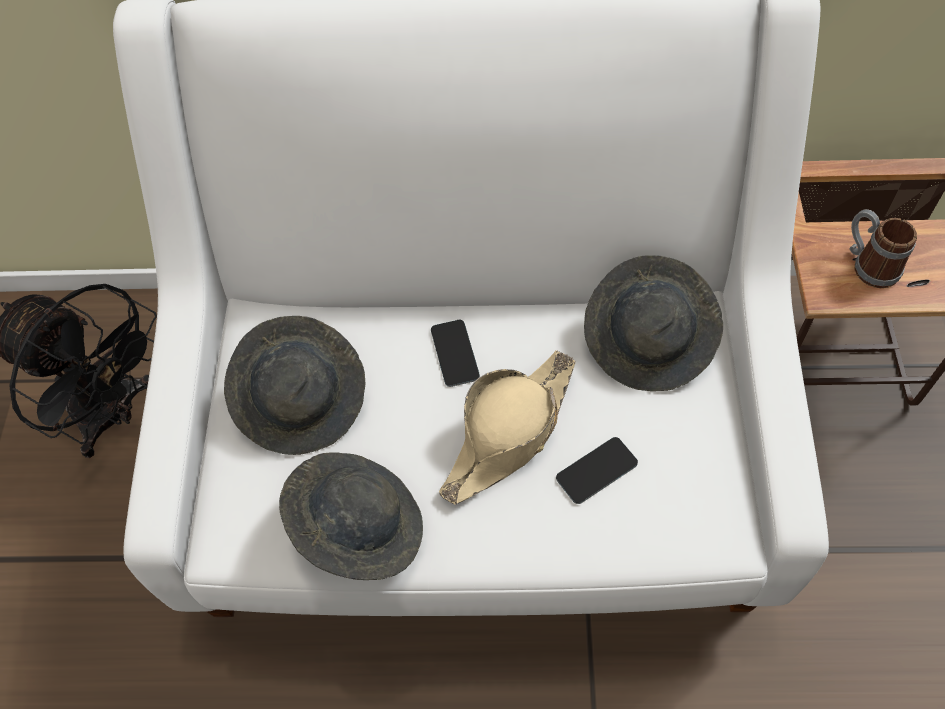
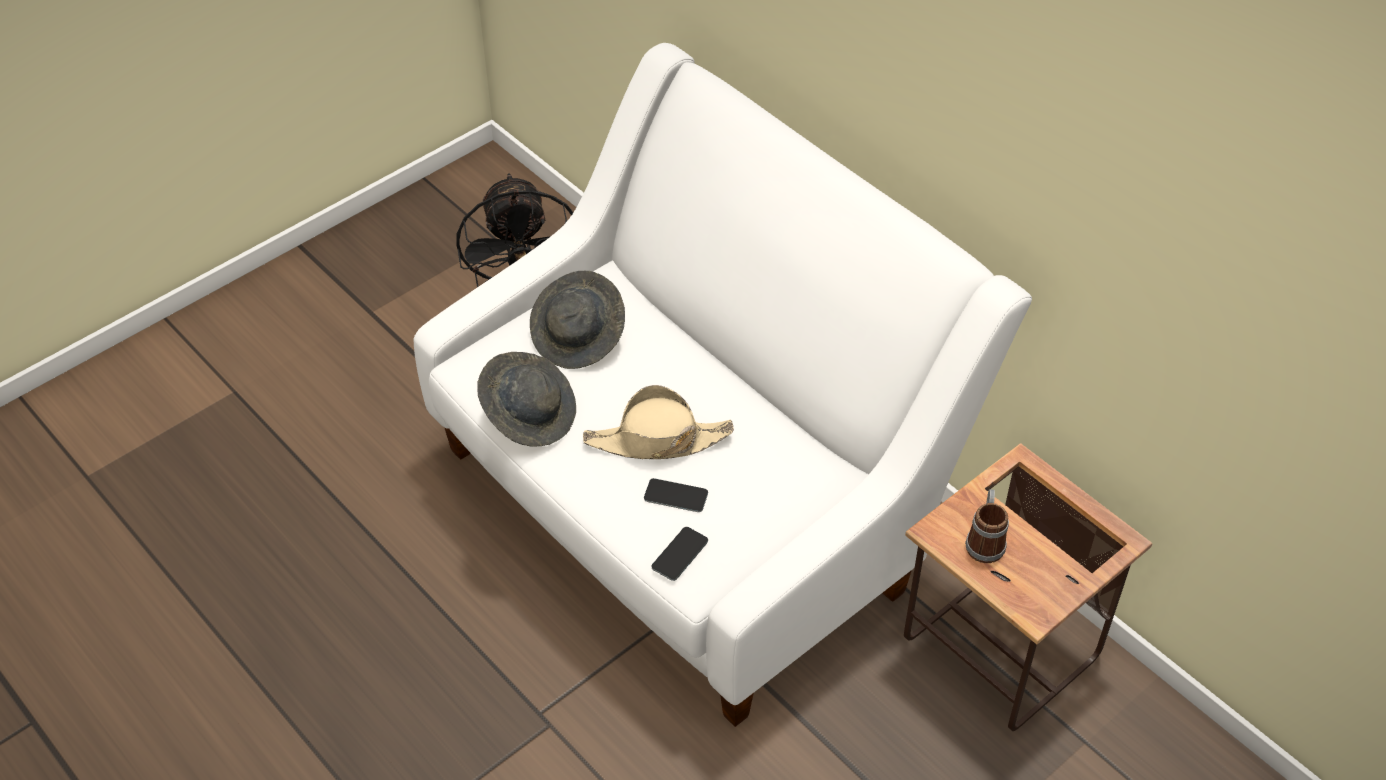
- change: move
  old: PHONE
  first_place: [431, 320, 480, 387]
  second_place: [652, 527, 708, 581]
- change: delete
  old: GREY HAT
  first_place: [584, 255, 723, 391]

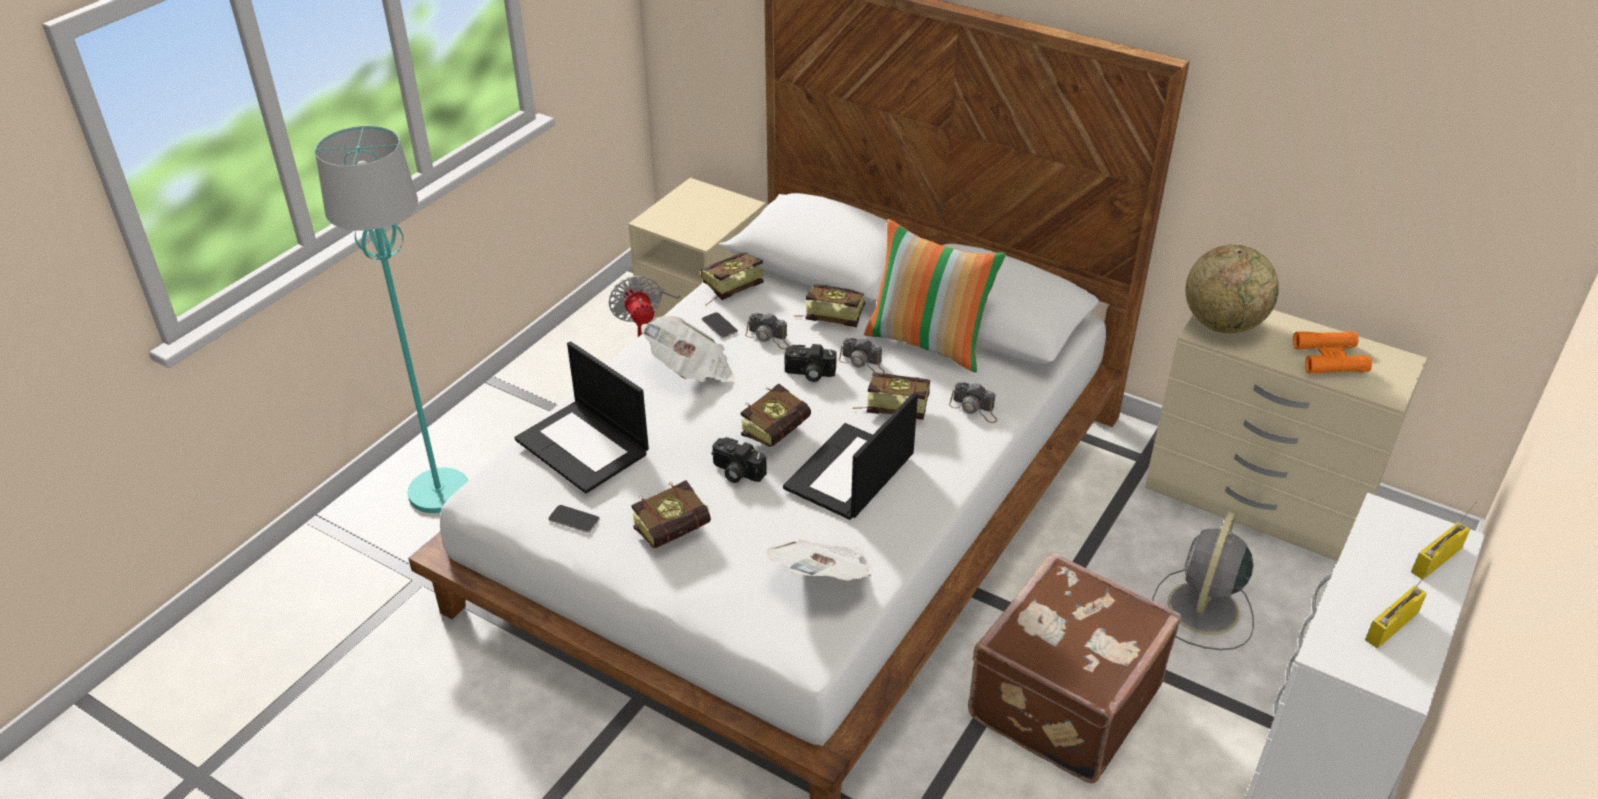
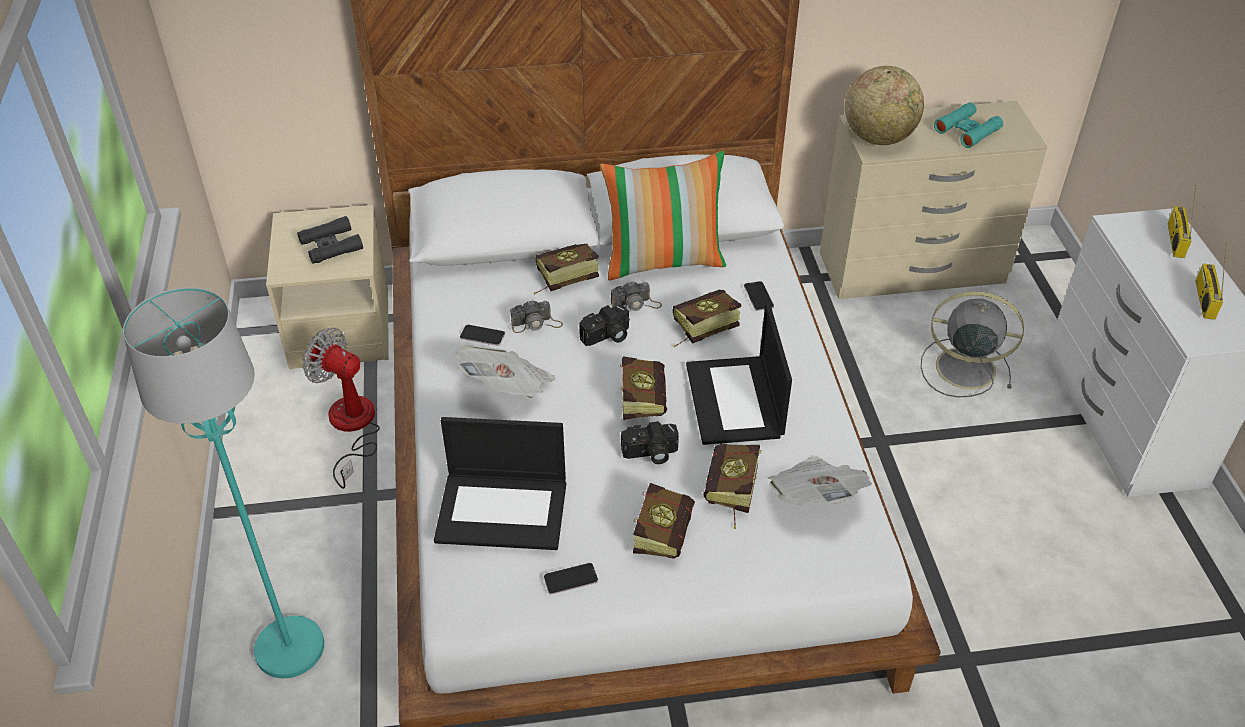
- change: move
  old: BOOK
  first_place: [701, 252, 764, 305]
  second_place: [703, 444, 761, 529]
- change: replace
  old: PHOTO CAMERA
  new: PHONE
  first_place: [949, 382, 997, 423]
  second_place: [744, 281, 774, 311]
- change: delete
  old: BROWN SUITCASE
  first_place: [968, 552, 1181, 784]
- change: rotate
  old: GREY FAN
  first_place: [1153, 512, 1254, 650]
  second_place: [921, 291, 1024, 397]
  degrees: 120
- change: recolor
  old: ORANGE BINOCULARS
  new: TURQUOISE BINOCULARS
  first_place: [1293, 331, 1372, 373]
  second_place: [934, 102, 1003, 148]
- change: insert
  new: BLACK BINOCULARS
  second_place: [297, 216, 363, 264]

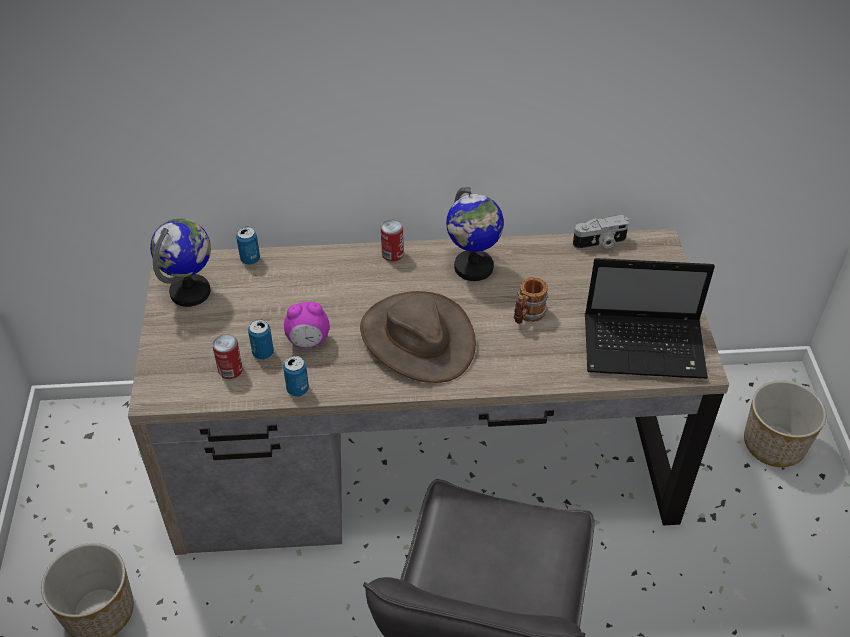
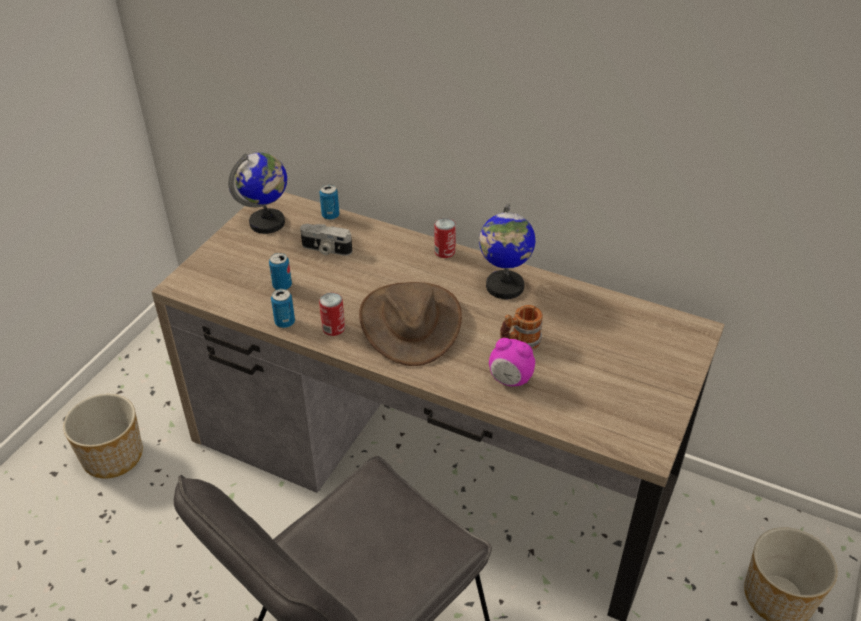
- change: move
  old: CAN
  first_place: [212, 334, 243, 379]
  second_place: [319, 292, 345, 336]
- change: move
  old: ALARM CLOCK
  first_place: [284, 302, 329, 348]
  second_place: [489, 338, 535, 386]
- change: move
  old: PHOTO CAMERA
  first_place: [573, 215, 629, 249]
  second_place: [300, 224, 352, 256]
- change: delete
  old: LAPTOP
  first_place: [585, 258, 715, 379]

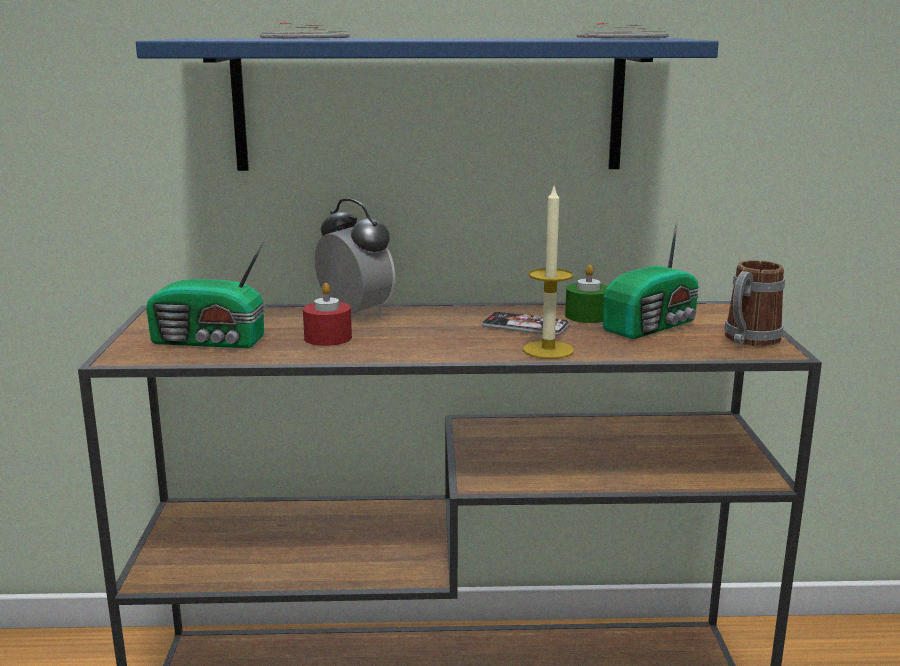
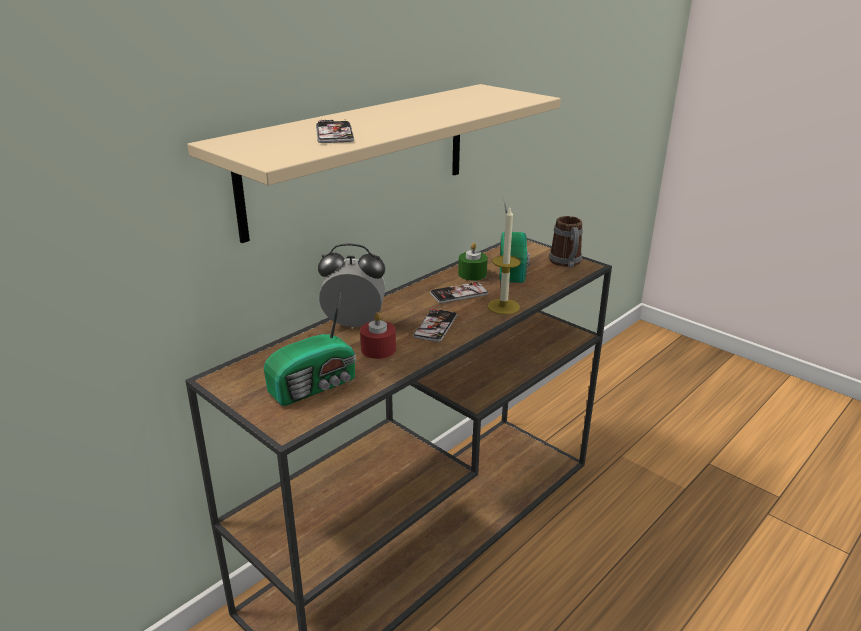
- change: recolor
  old: BLUE SHELF
  new: BEIGE SHELF
  first_place: [136, 38, 719, 171]
  second_place: [187, 84, 561, 243]
- change: move
  old: PHONE
  first_place: [576, 22, 669, 38]
  second_place: [413, 309, 457, 342]

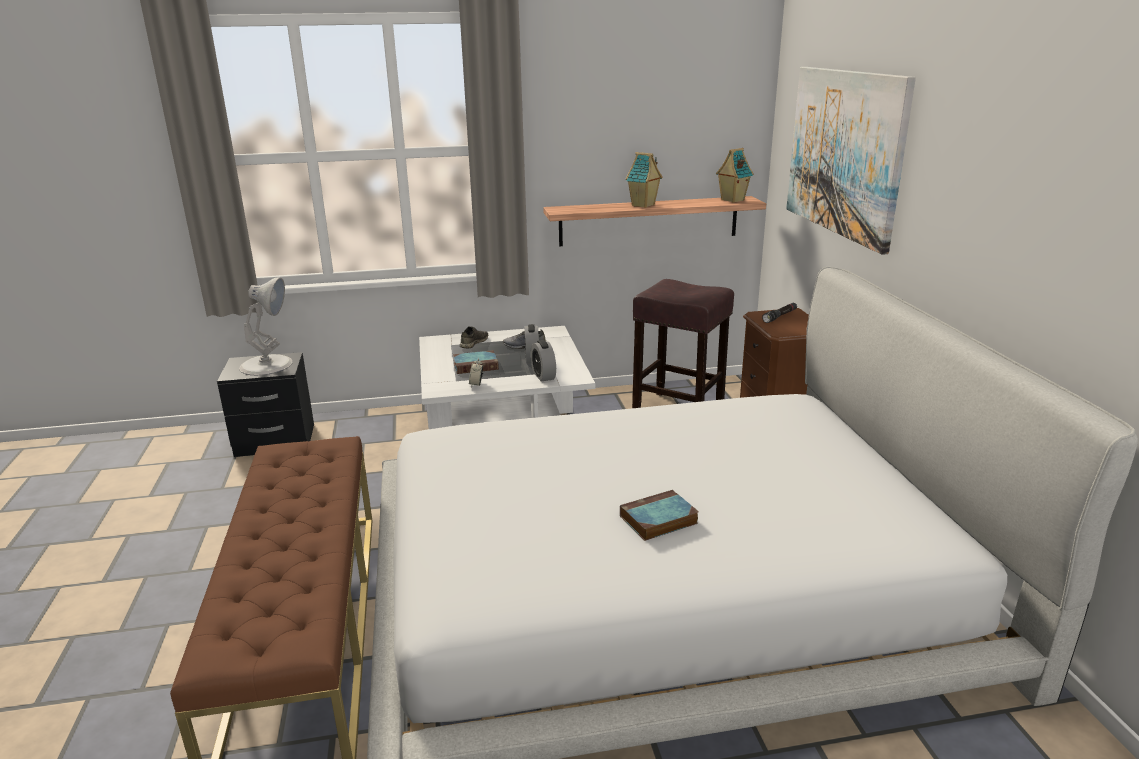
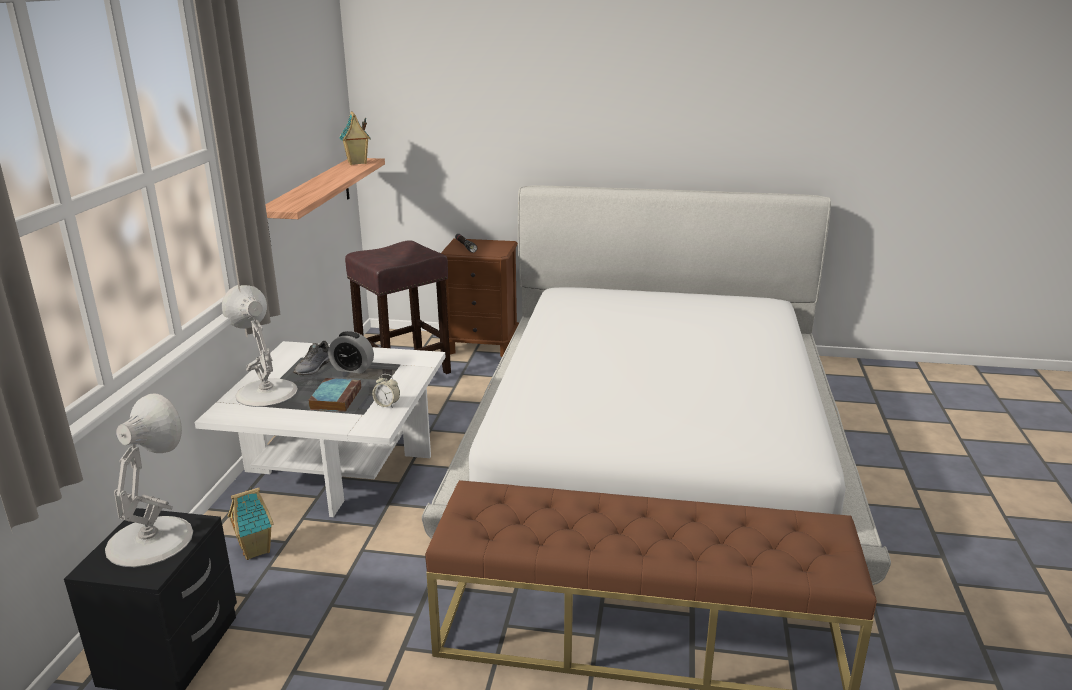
- change: replace
  old: GREY SHOE
  new: WHITE TABLE LAMP
  first_place: [460, 326, 488, 349]
  second_place: [222, 285, 298, 407]
- change: delete
  old: ALARM CLOCK
  first_place: [530, 340, 556, 382]
- change: delete
  old: BOOK
  first_place: [620, 490, 699, 541]
- change: move
  old: TOY HOUSE
  first_place: [626, 152, 663, 208]
  second_place: [228, 487, 274, 560]
- change: delete
  old: PICTURE
  first_place: [786, 67, 916, 255]

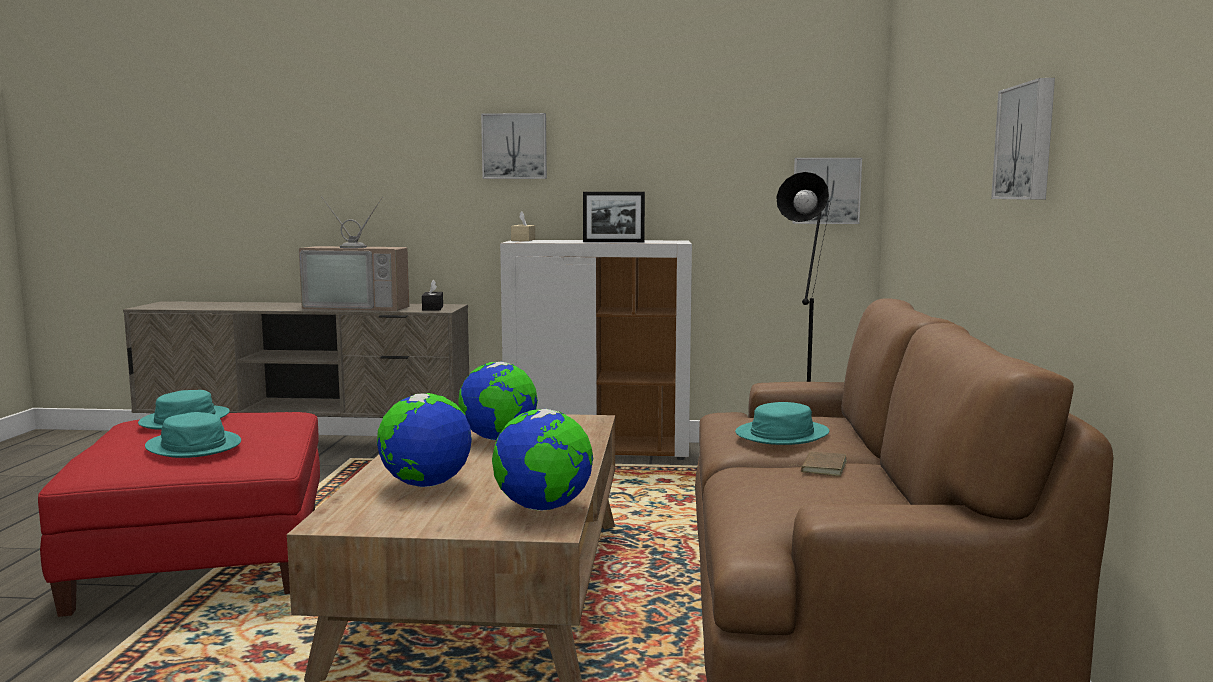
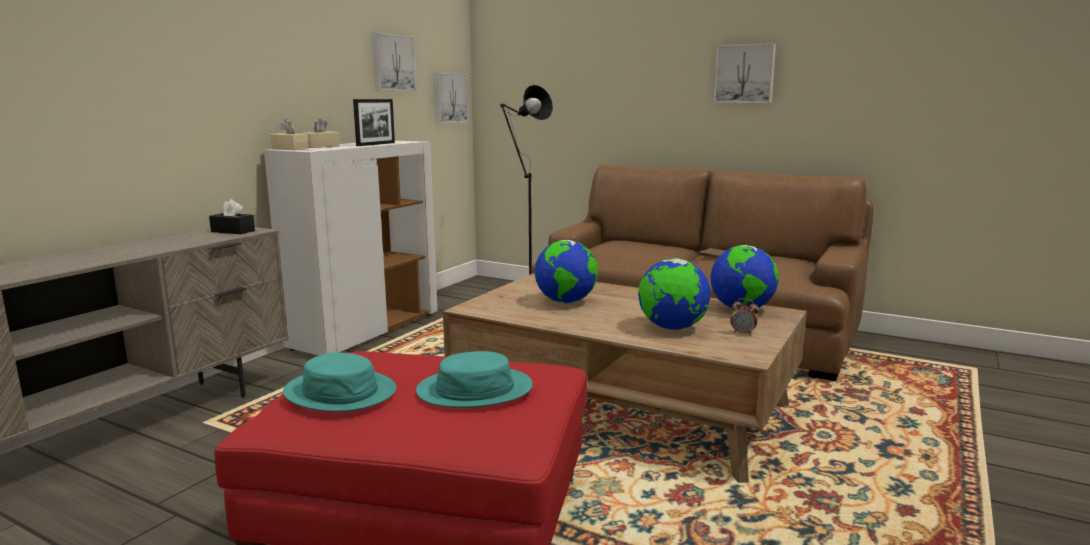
- change: delete
  old: TELEVISION
  first_place: [299, 196, 409, 311]
- change: move
  old: PICTURE
  first_place: [481, 113, 547, 179]
  second_place: [372, 33, 416, 91]
- change: delete
  old: TURQUOISE HAT
  first_place: [735, 402, 829, 445]
- change: insert
  new: BEIGE TISSUE BOX
  second_place: [301, 118, 340, 148]
- change: insert
  new: ALARM CLOCK
  second_place: [730, 298, 759, 336]

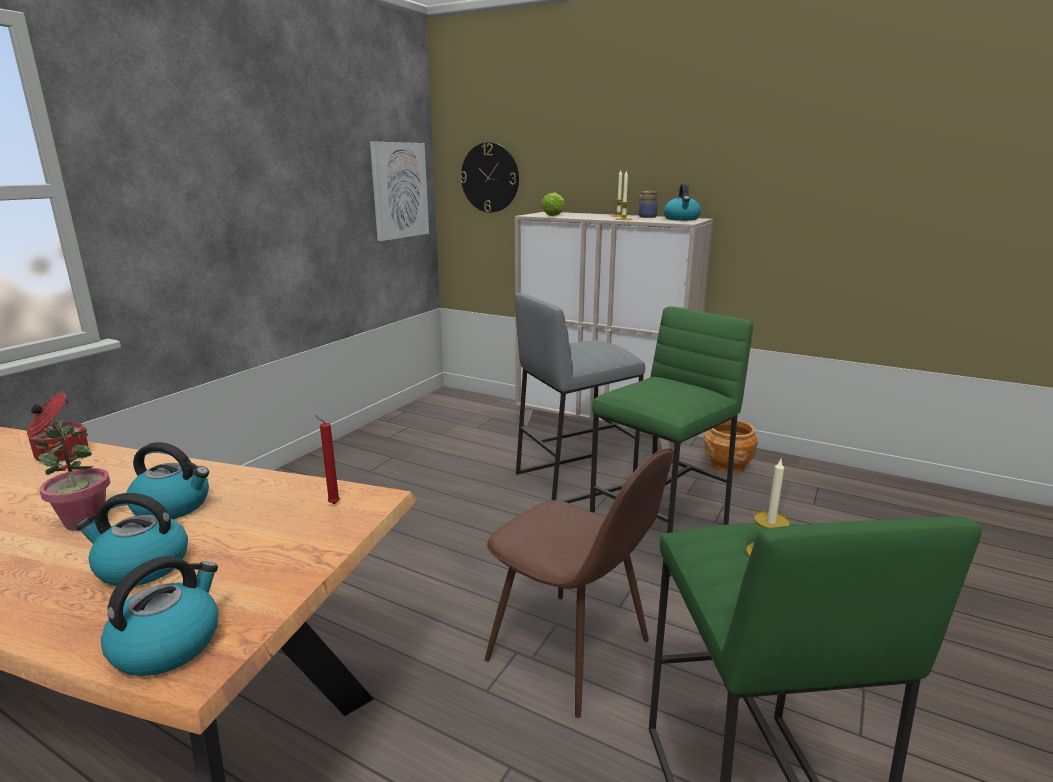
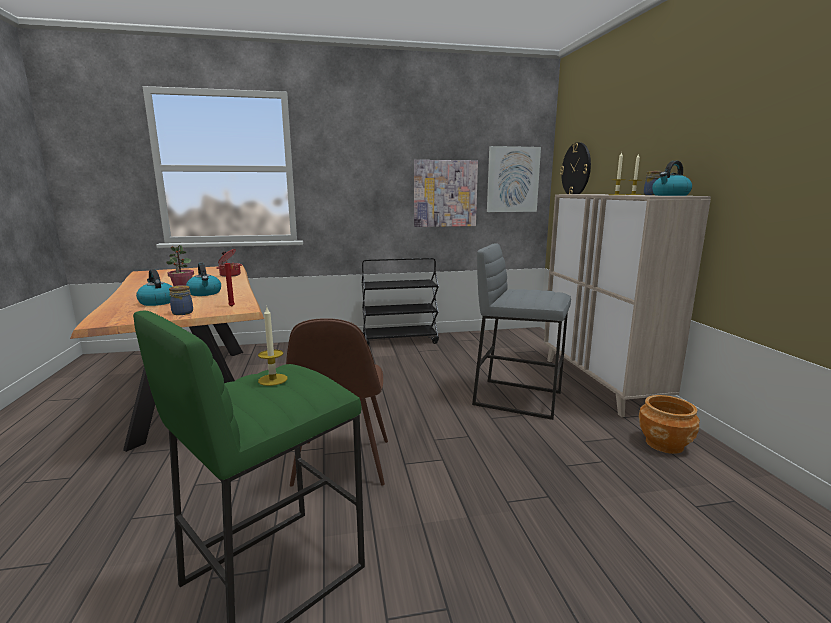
- change: delete
  old: KETTLE
  first_place: [101, 556, 218, 676]
- change: delete
  old: LETTUCE
  first_place: [541, 193, 565, 216]
- change: delete
  old: GREEN STOOL
  first_place: [590, 306, 753, 578]
- change: insert
  new: JAR
  second_place: [169, 285, 193, 315]
- change: insert
  new: BLACK CART
  second_place: [362, 258, 439, 346]
- change: insert
  new: PICTURE
  second_place: [414, 160, 478, 227]

